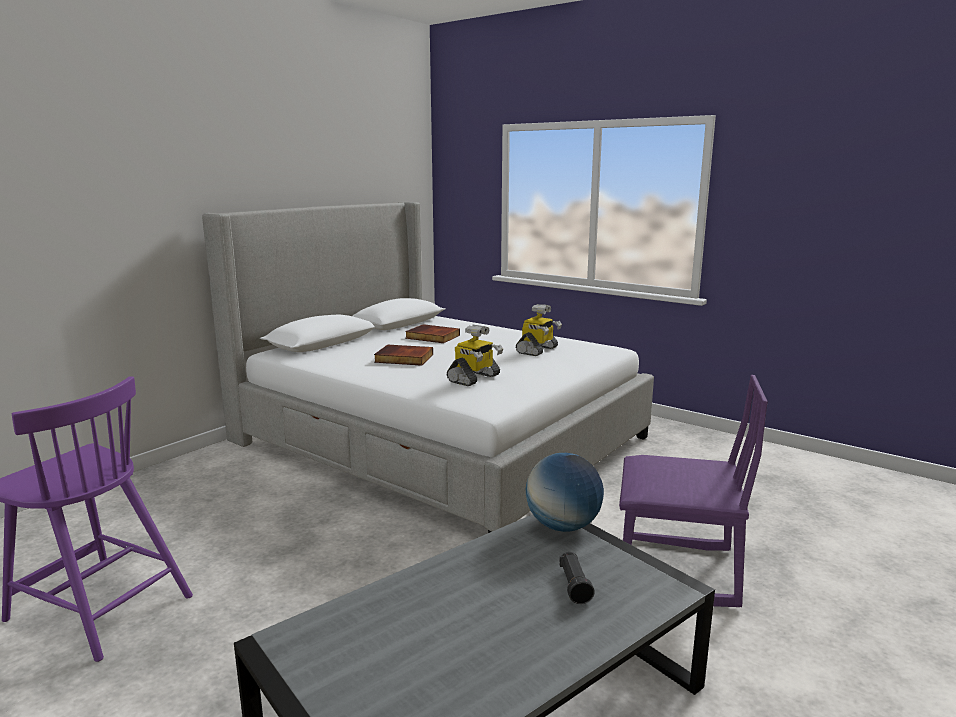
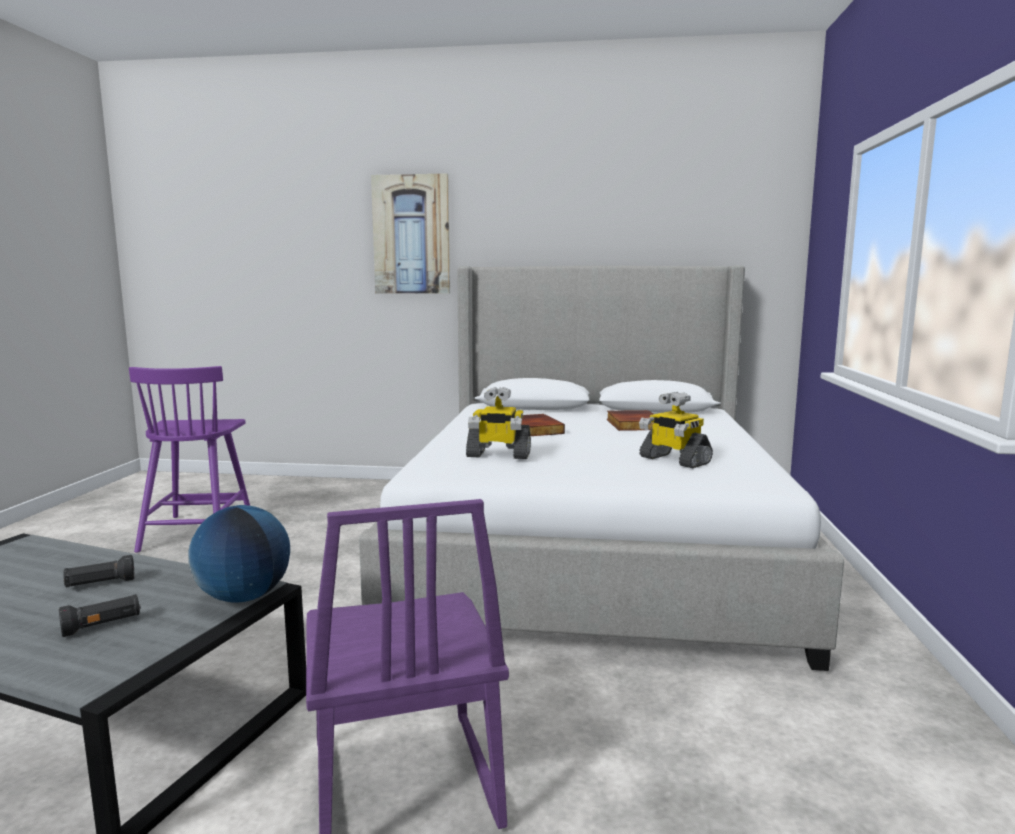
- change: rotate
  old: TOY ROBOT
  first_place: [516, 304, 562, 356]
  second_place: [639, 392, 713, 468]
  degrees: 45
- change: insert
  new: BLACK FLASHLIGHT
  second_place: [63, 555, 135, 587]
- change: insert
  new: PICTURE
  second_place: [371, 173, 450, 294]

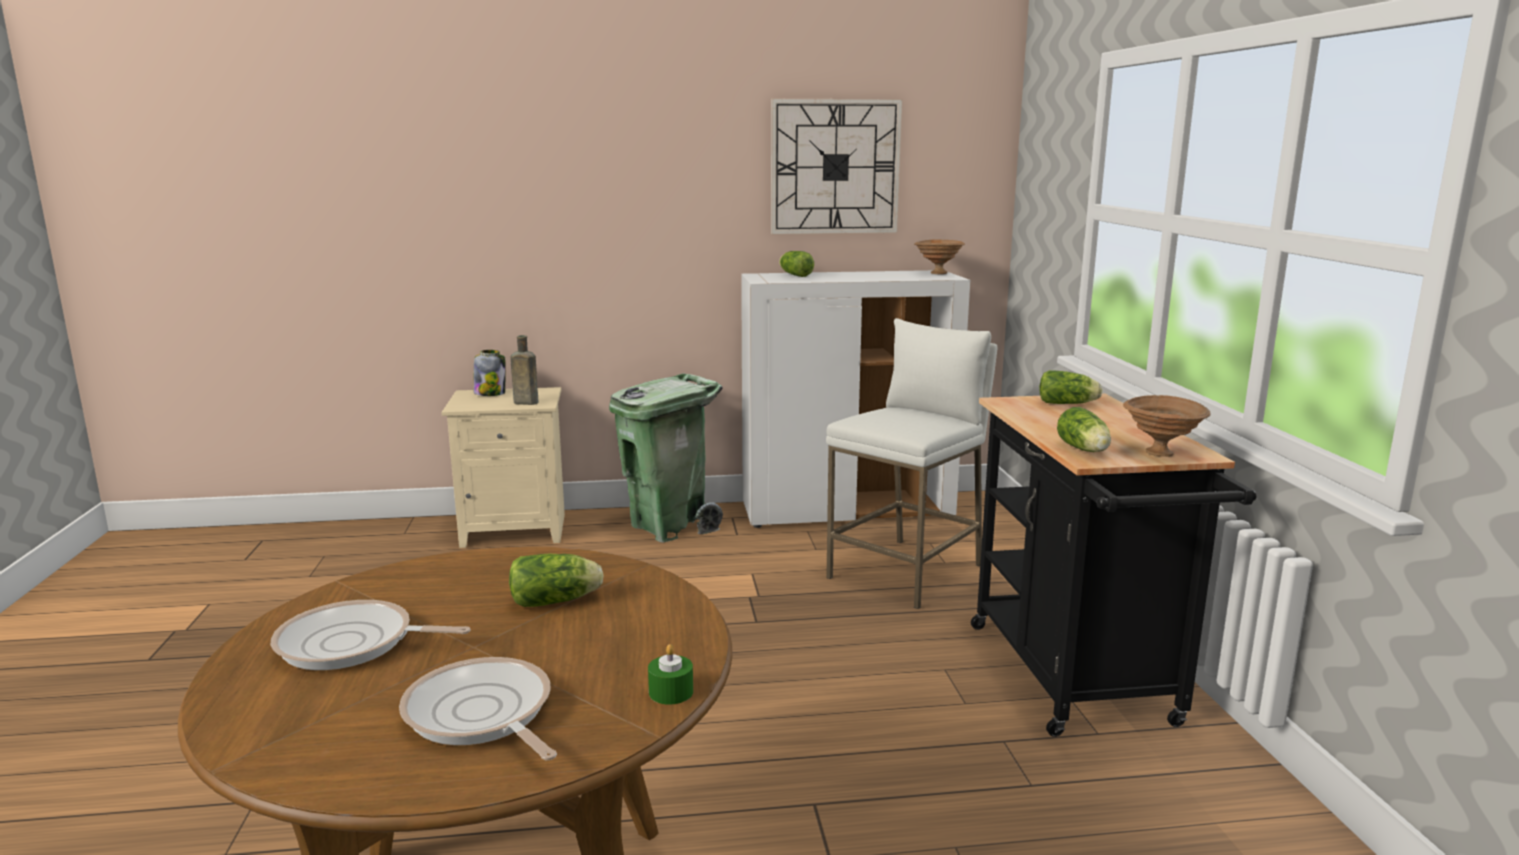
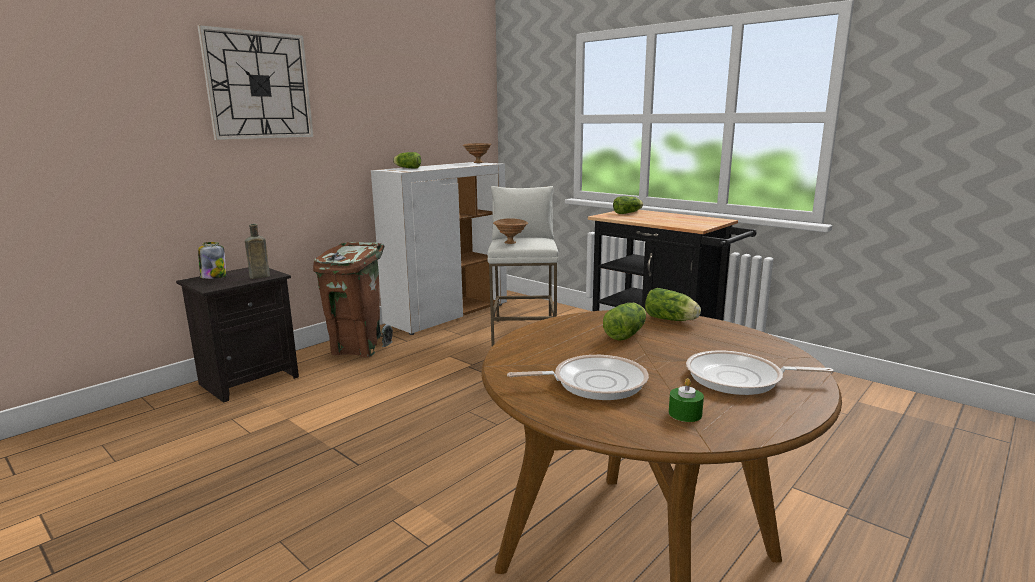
- change: rotate
  old: FRYING PAN
  first_place: [271, 600, 470, 670]
  second_place: [507, 355, 649, 400]
  degrees: -150
- change: recolor
  old: BEIGE NIGHTSTAND
  new: BLACK NIGHTSTAND
  first_place: [442, 387, 565, 548]
  second_place: [176, 267, 299, 403]
- change: recolor
  old: GREEN TRASH CAN
  new: BROWN TRASH CAN
  first_place: [609, 373, 723, 542]
  second_place: [313, 242, 393, 358]
- change: move
  old: GREEN CANDLE
  first_place: [648, 644, 693, 705]
  second_place: [669, 378, 704, 422]
- change: move
  old: WALL CLOCK
  first_place: [771, 99, 902, 234]
  second_place: [197, 25, 314, 140]
- change: move
  old: LETTUCE
  first_place: [1057, 407, 1111, 452]
  second_place: [645, 288, 701, 321]
- change: move
  old: BROWN BOWL
  first_place: [1123, 395, 1211, 457]
  second_place: [493, 218, 528, 244]

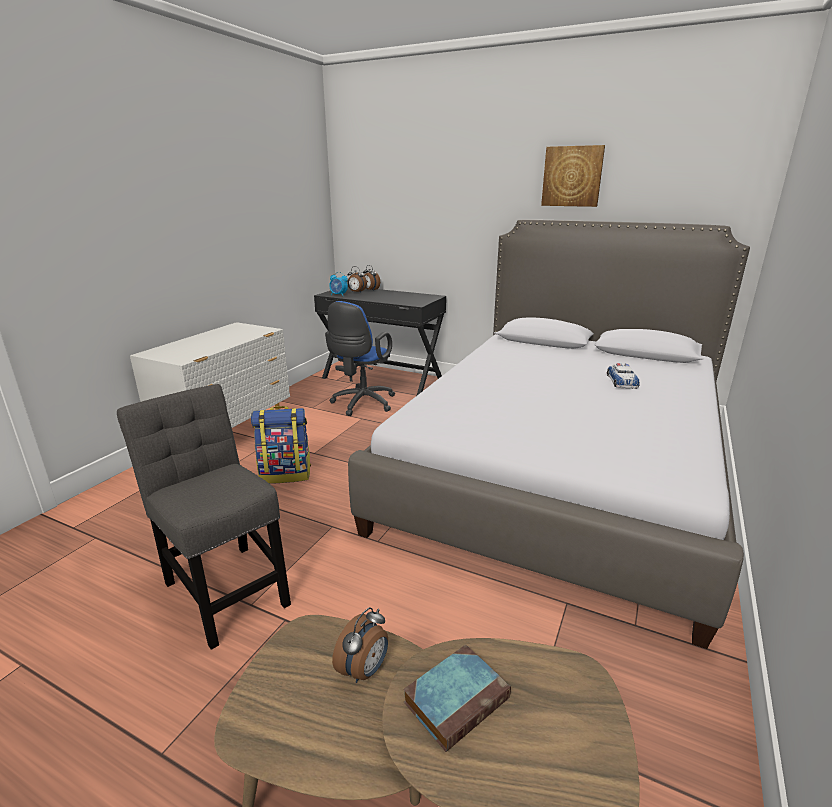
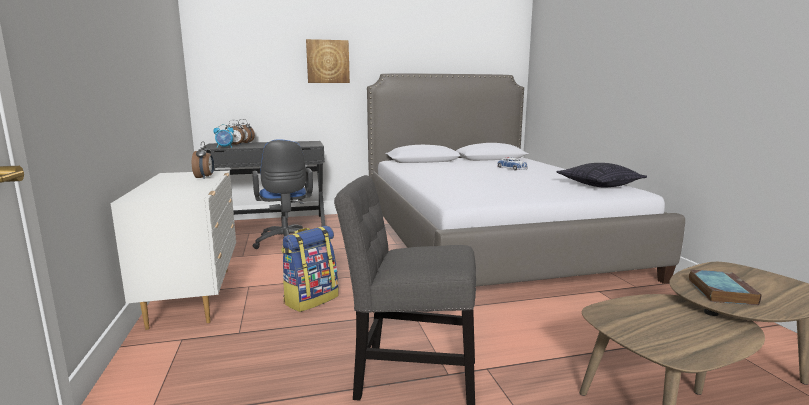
- change: move
  old: ALARM CLOCK
  first_place: [332, 607, 388, 683]
  second_place: [192, 141, 214, 179]
- change: move
  old: PICTURE
  first_place: [541, 145, 605, 207]
  second_place: [306, 39, 350, 83]
- change: insert
  new: PILLOW
  second_place: [556, 163, 647, 187]

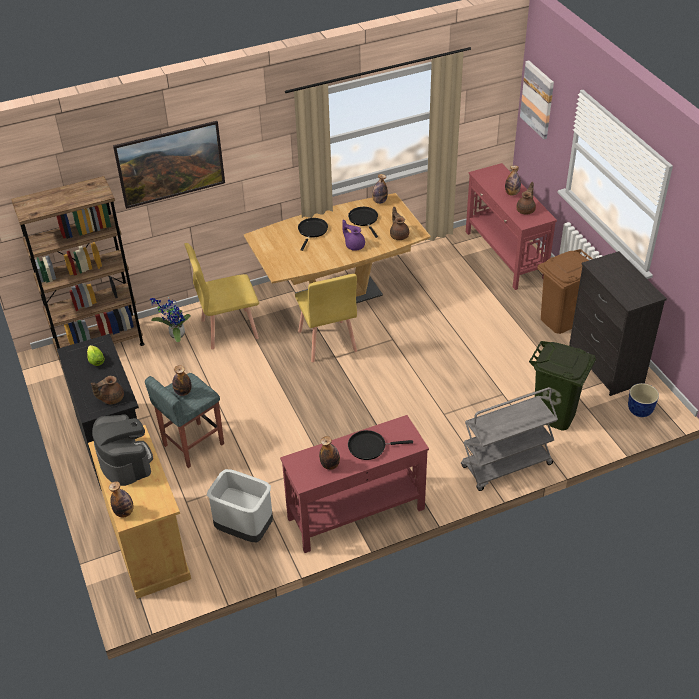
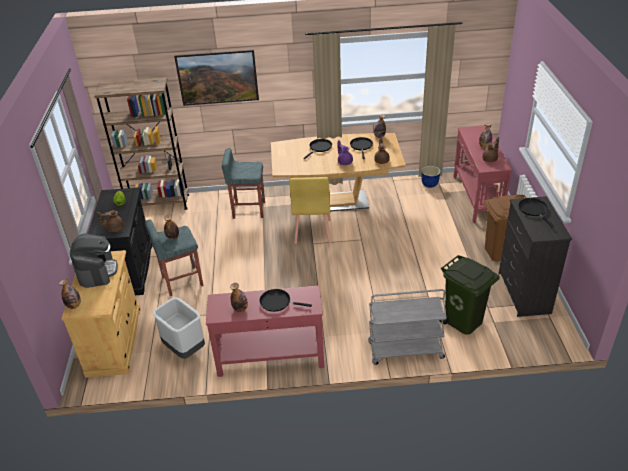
- change: delete
  old: POTTED PLANT
  first_place: [150, 297, 191, 342]
- change: replace
  old: YELLOW CHAIR
  new: GREY STOOL
  first_place: [184, 243, 259, 350]
  second_place: [222, 148, 265, 219]
- change: delete
  old: PICTURE
  first_place: [520, 60, 554, 139]
- change: move
  old: PLANTER
  first_place: [628, 383, 659, 417]
  second_place: [421, 166, 441, 188]
- change: insert
  new: BLACK FRYING PAN
  second_place: [518, 198, 554, 228]

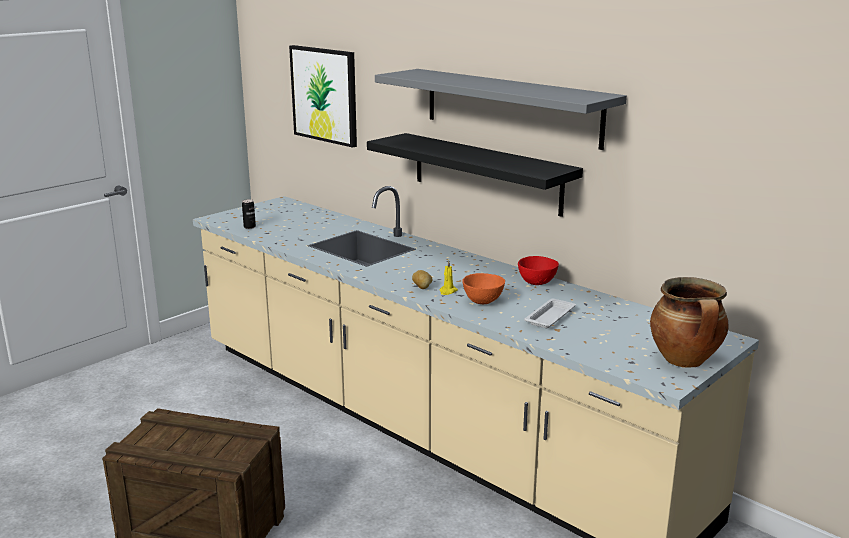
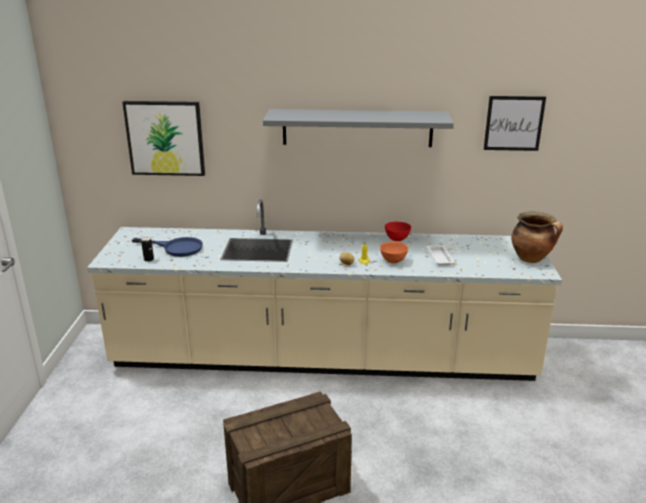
- change: delete
  old: BLACK SHELF
  first_place: [367, 133, 583, 217]
- change: insert
  new: BLUE FRYING PAN
  second_place: [131, 237, 203, 257]
- change: insert
  new: PICTURE
  second_place: [484, 96, 546, 151]

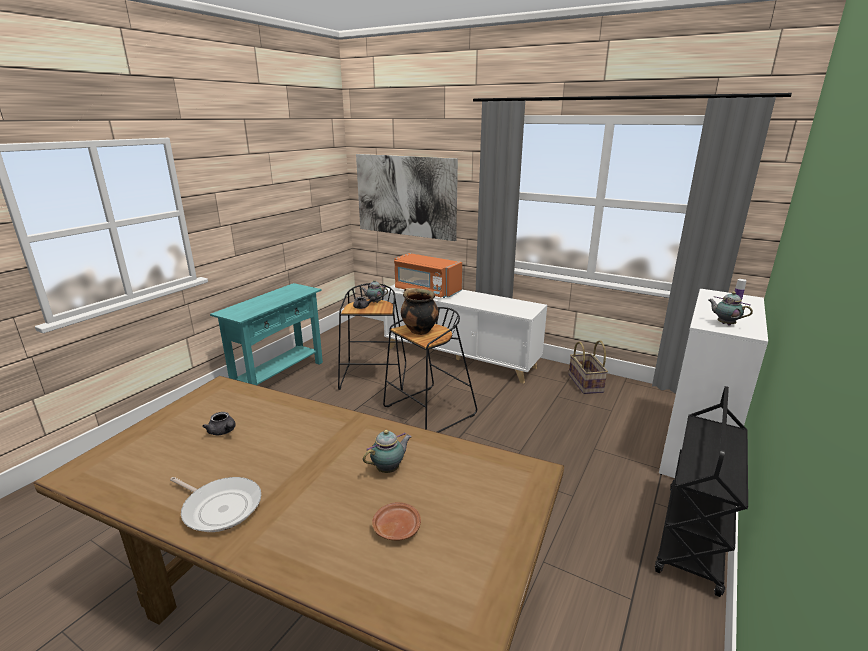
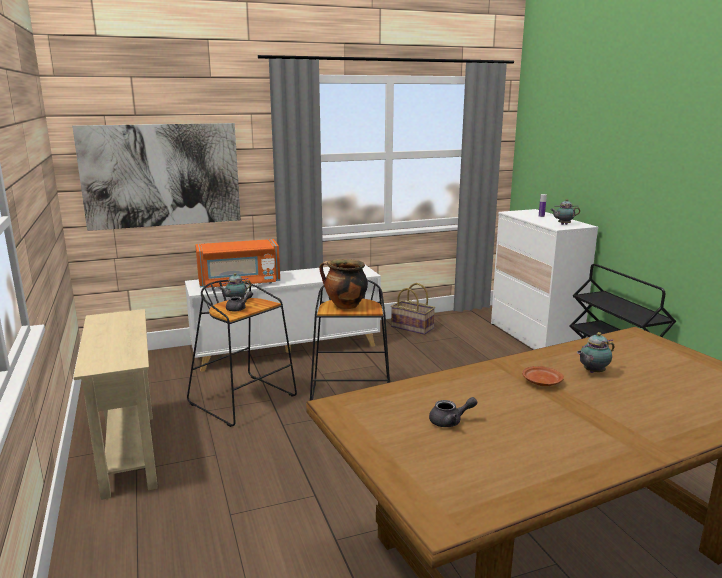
- change: delete
  old: FRYING PAN
  first_place: [170, 477, 261, 532]
- change: recolor
  old: TURQUOISE CONSOLE TABLE
  new: BEIGE CONSOLE TABLE
  first_place: [210, 283, 323, 385]
  second_place: [73, 309, 158, 500]
- change: rotate
  old: TEAPOT
  first_place: [363, 430, 412, 473]
  second_place: [577, 332, 614, 373]
  degrees: -120
- change: move
  old: BROWN PLATE
  first_place: [372, 502, 421, 540]
  second_place: [522, 366, 564, 386]

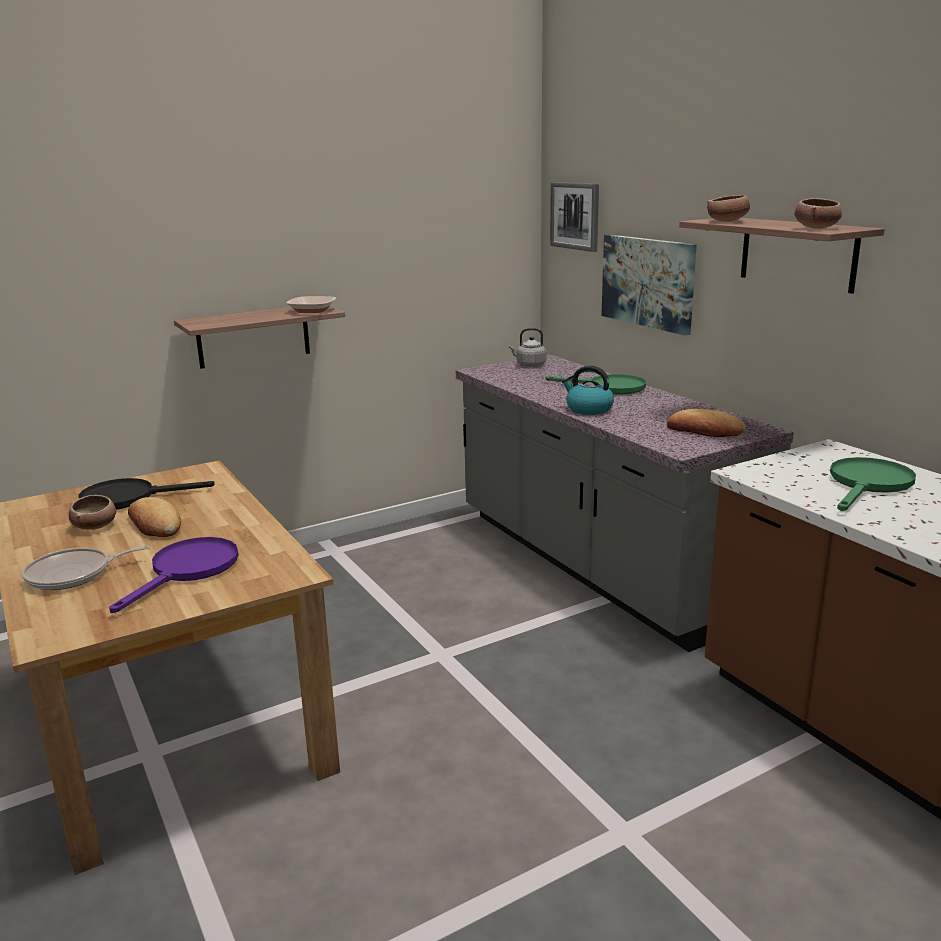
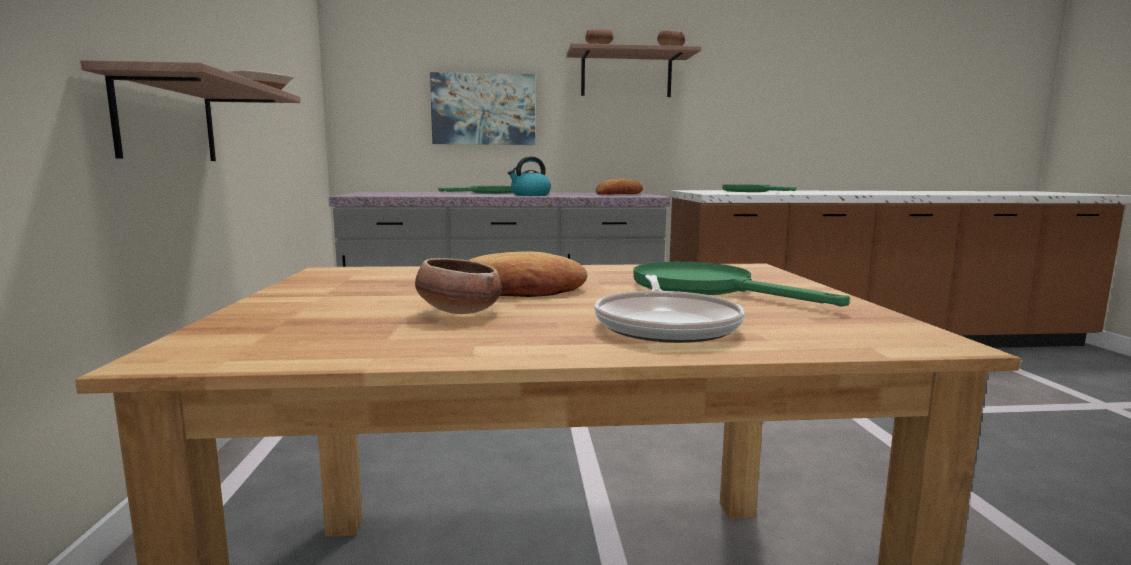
- change: delete
  old: BLACK FRYING PAN
  first_place: [78, 478, 215, 510]
- change: recolor
  old: PURPLE FRYING PAN
  new: GREEN FRYING PAN
  first_place: [109, 537, 239, 613]
  second_place: [633, 262, 850, 307]
- change: delete
  old: GREY KETTLE
  first_place: [508, 328, 546, 367]
- change: delete
  old: PICTURE
  first_place: [550, 182, 599, 252]

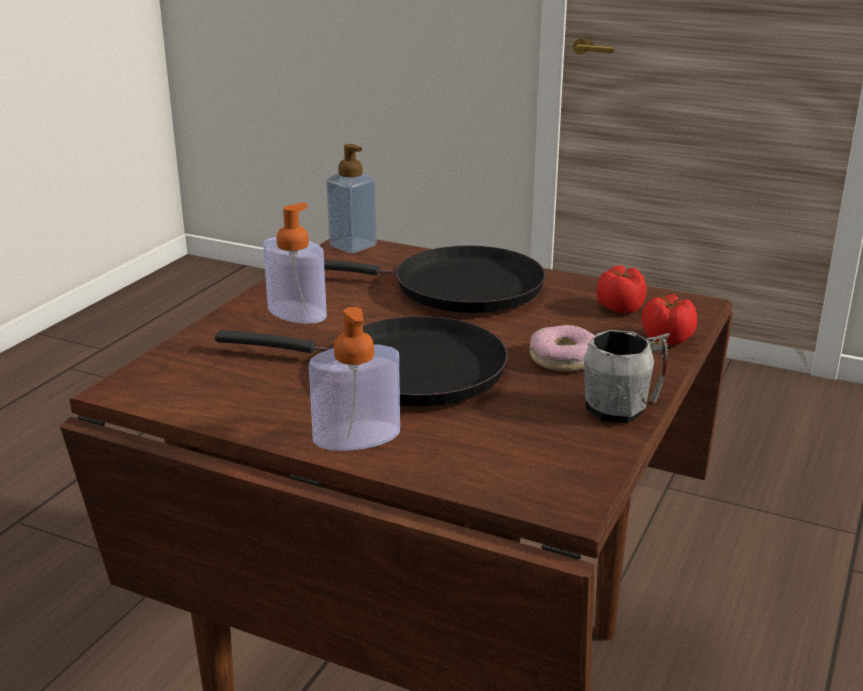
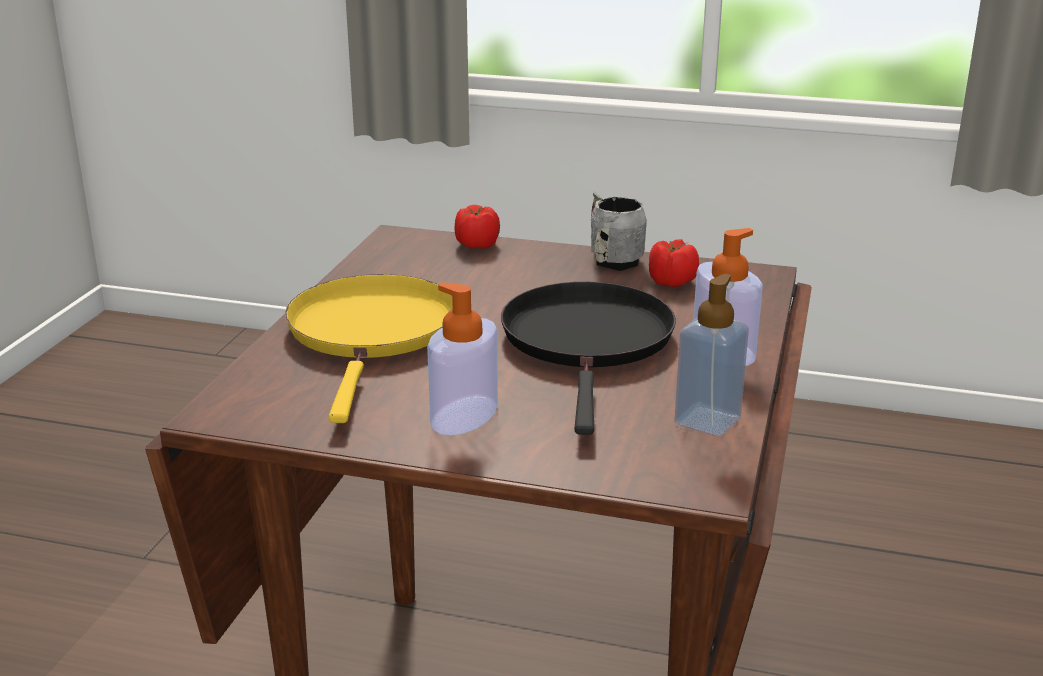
- change: recolor
  old: BLACK FRYING PAN
  new: YELLOW FRYING PAN
  first_place: [324, 246, 546, 313]
  second_place: [285, 274, 453, 423]
- change: move
  old: SOAP DISPENSER
  first_place: [326, 144, 377, 253]
  second_place: [674, 274, 749, 436]
- change: delete
  old: DONUT
  first_place: [529, 325, 595, 371]
- change: move
  old: TOMATO
  first_place: [597, 265, 646, 313]
  second_place: [649, 239, 699, 287]

